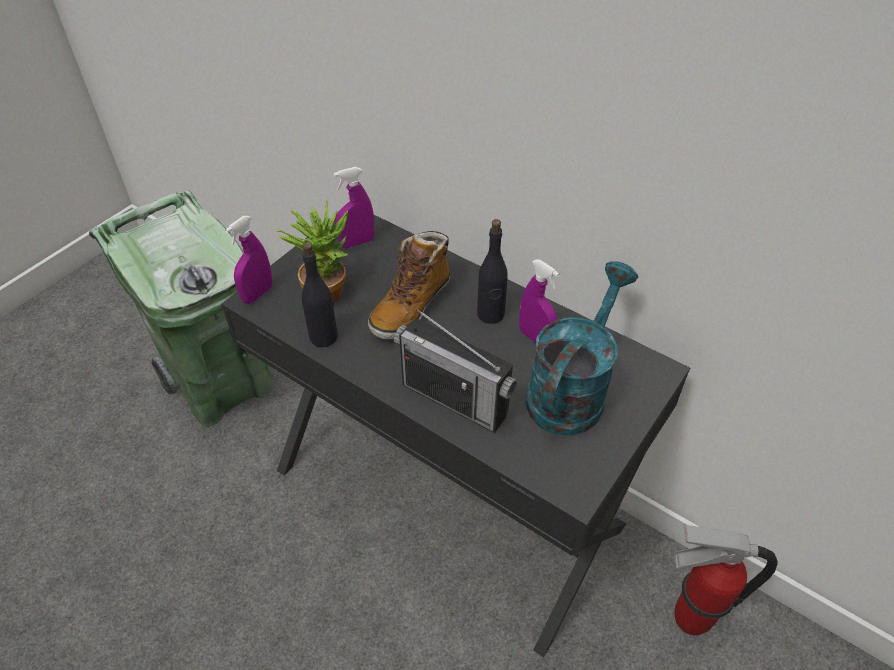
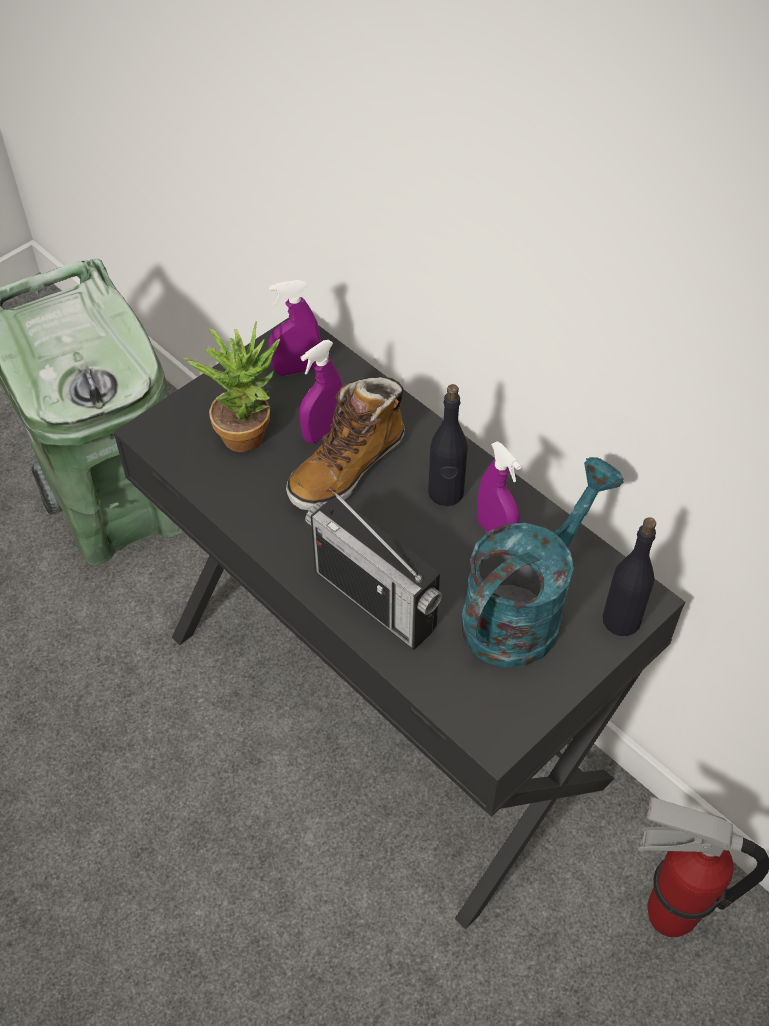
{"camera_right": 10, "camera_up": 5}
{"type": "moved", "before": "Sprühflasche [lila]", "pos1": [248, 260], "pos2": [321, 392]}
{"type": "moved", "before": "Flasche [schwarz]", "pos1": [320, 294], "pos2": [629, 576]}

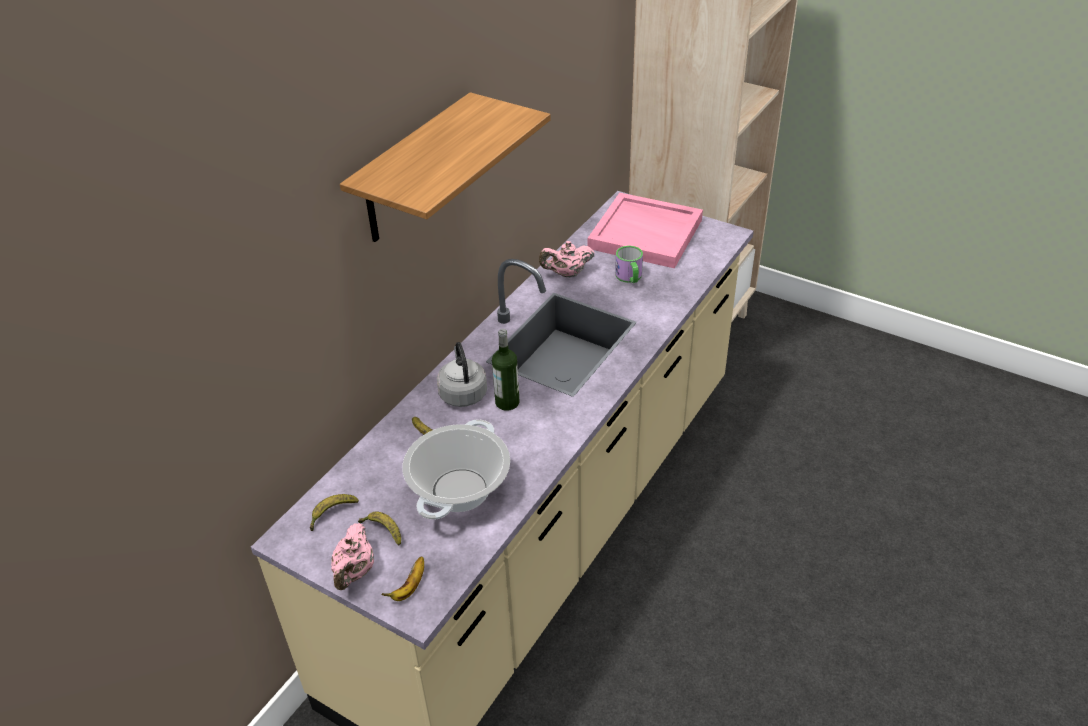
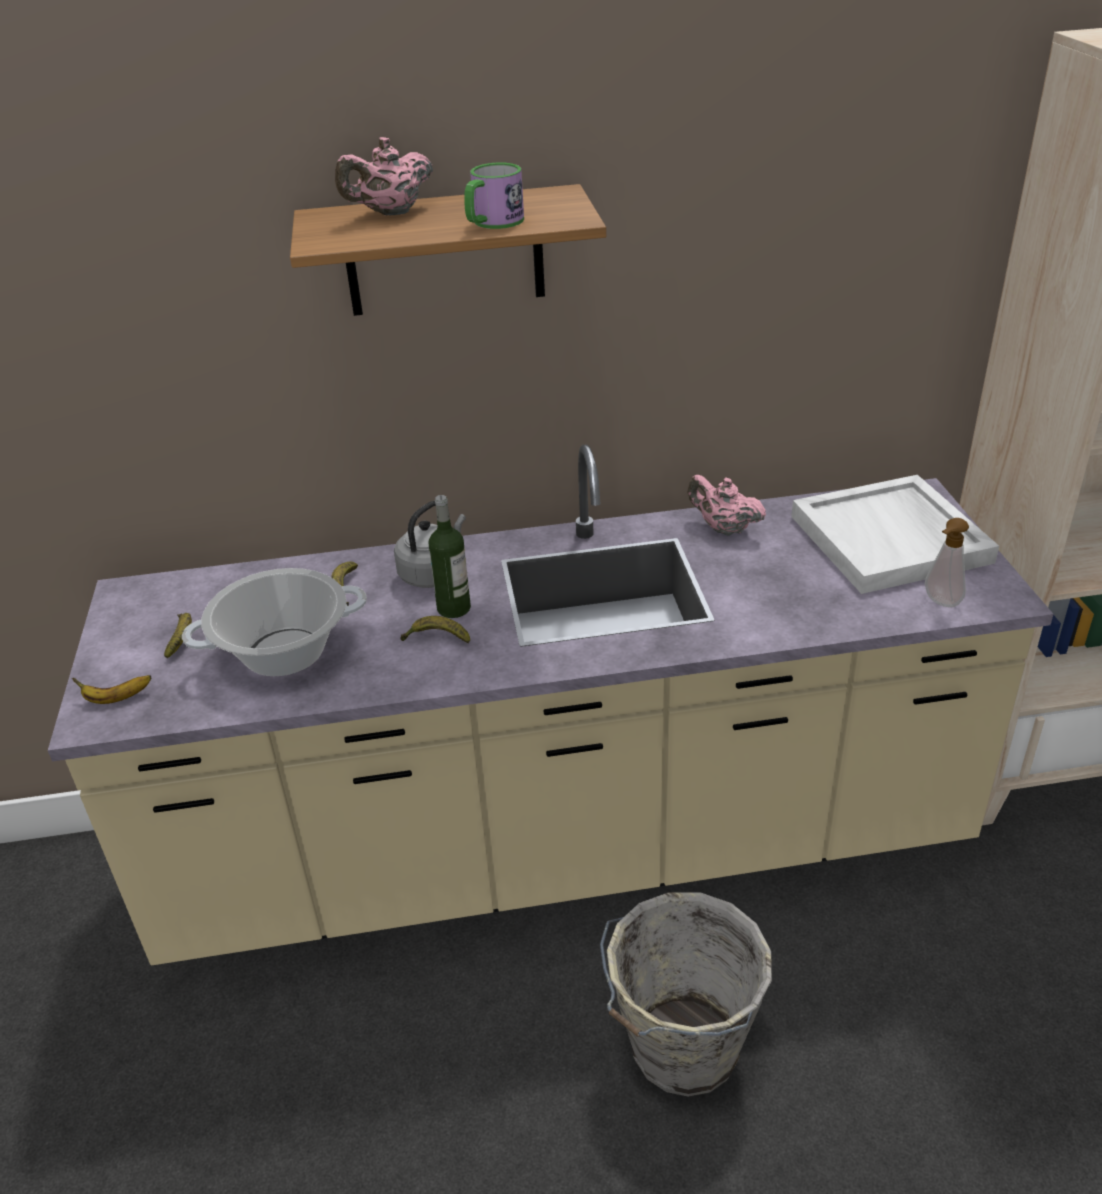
{"camera_right": 50, "camera_up": -5}
{"type": "moved", "before": "Teekanne [rosa]", "pos1": [352, 556], "pos2": [384, 176]}
{"type": "moved", "before": "Banane", "pos1": [334, 512], "pos2": [435, 630]}
{"type": "moved", "before": "Henkelbecher", "pos1": [629, 264], "pos2": [494, 195]}
{"type": "added", "after": "Eimer [grau]", "pos2": [686, 994]}
{"type": "recoloured", "before": "Tablett [rosa]", "after": "Tablett [weiß]", "pos1": [645, 230], "pos2": [895, 534]}
{"type": "added", "after": "Seifenspender", "pos2": [947, 562]}

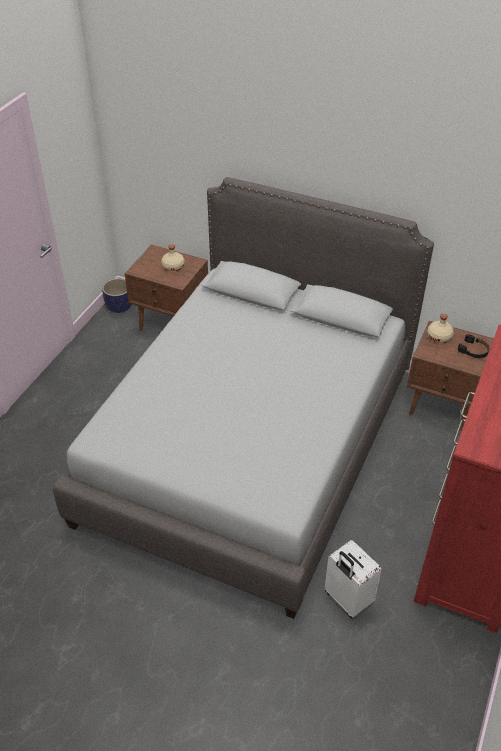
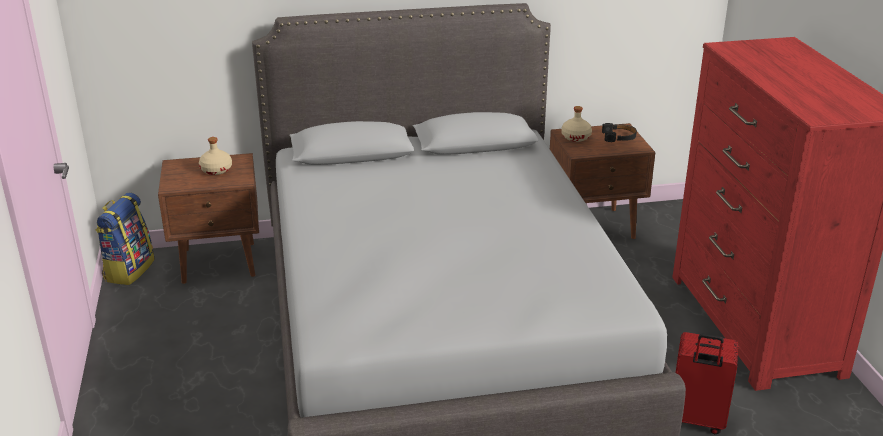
{"camera_right": -35, "camera_up": -15}
{"type": "replaced", "before": "Pflanzkübel", "after": "Rucksack", "pos1": [117, 295], "pos2": [125, 239]}
{"type": "recoloured", "before": "Koffer [weiß]", "after": "Koffer [rot]", "pos1": [353, 579], "pos2": [706, 383]}

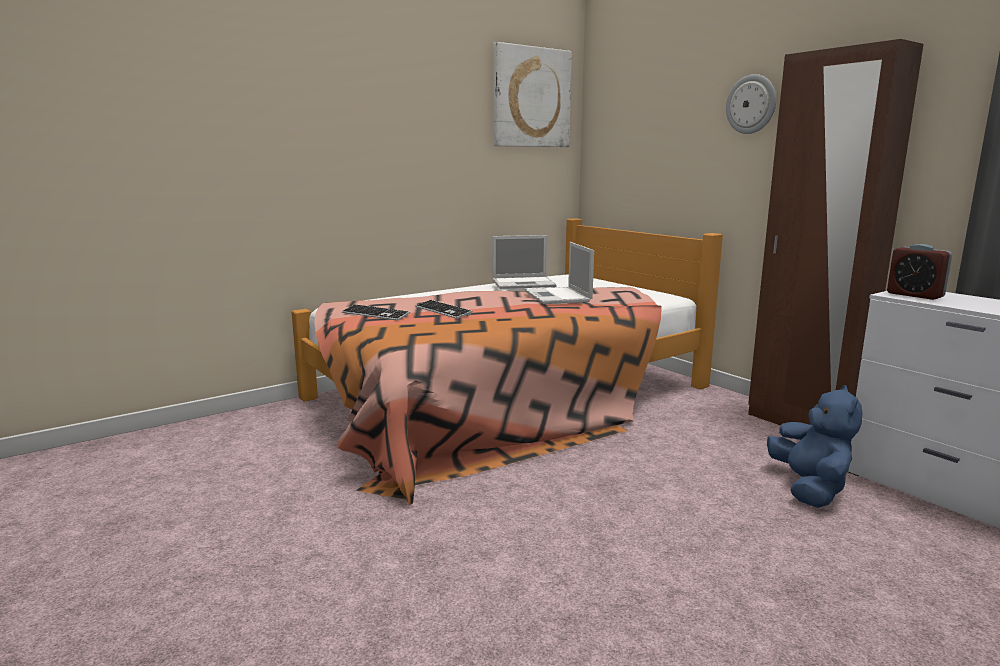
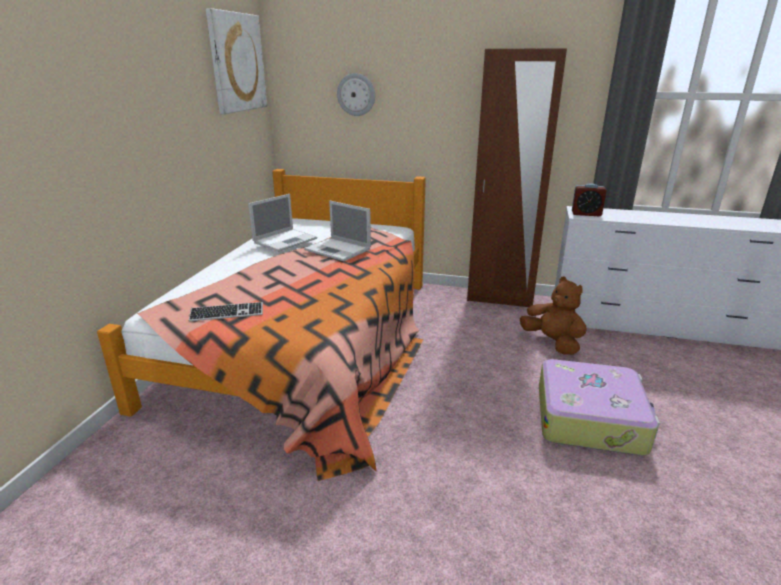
{"camera_right": -40, "camera_up": 10}
{"type": "moved", "before": "Wanduhr", "pos1": [751, 104], "pos2": [356, 94]}
{"type": "recoloured", "before": "Plüschtier [blau]", "after": "Plüschtier [braun]", "pos1": [814, 446], "pos2": [553, 316]}
{"type": "added", "after": "Koffer", "pos2": [599, 407]}
{"type": "removed", "before": "Tastatur", "pos1": [444, 309]}

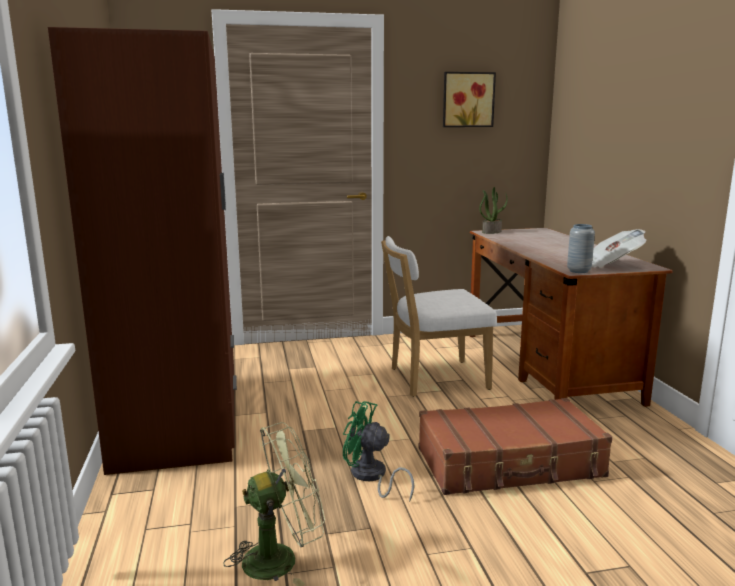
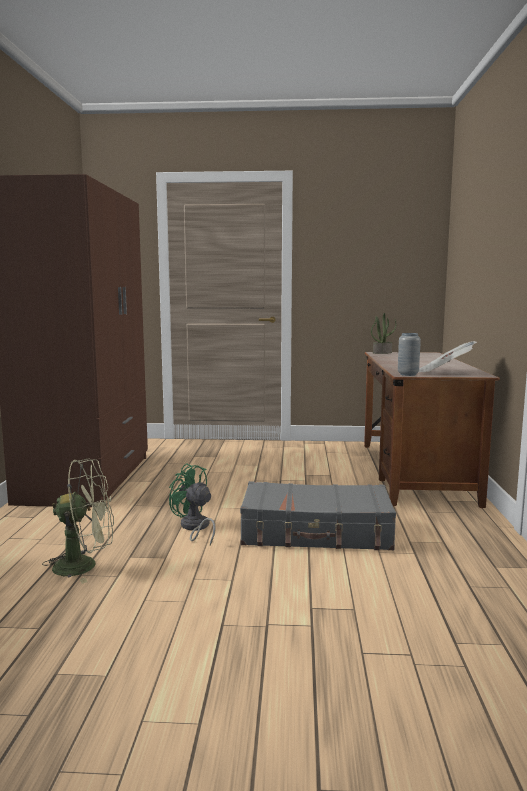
{"camera_right": 15, "camera_up": -5}
{"type": "recoloured", "before": "Koffer [braun]", "after": "Koffer [grau]", "pos1": [515, 446], "pos2": [318, 515]}
{"type": "removed", "before": "Stuhl [weiß]", "pos1": [439, 316]}
{"type": "removed", "before": "Bild", "pos1": [469, 99]}

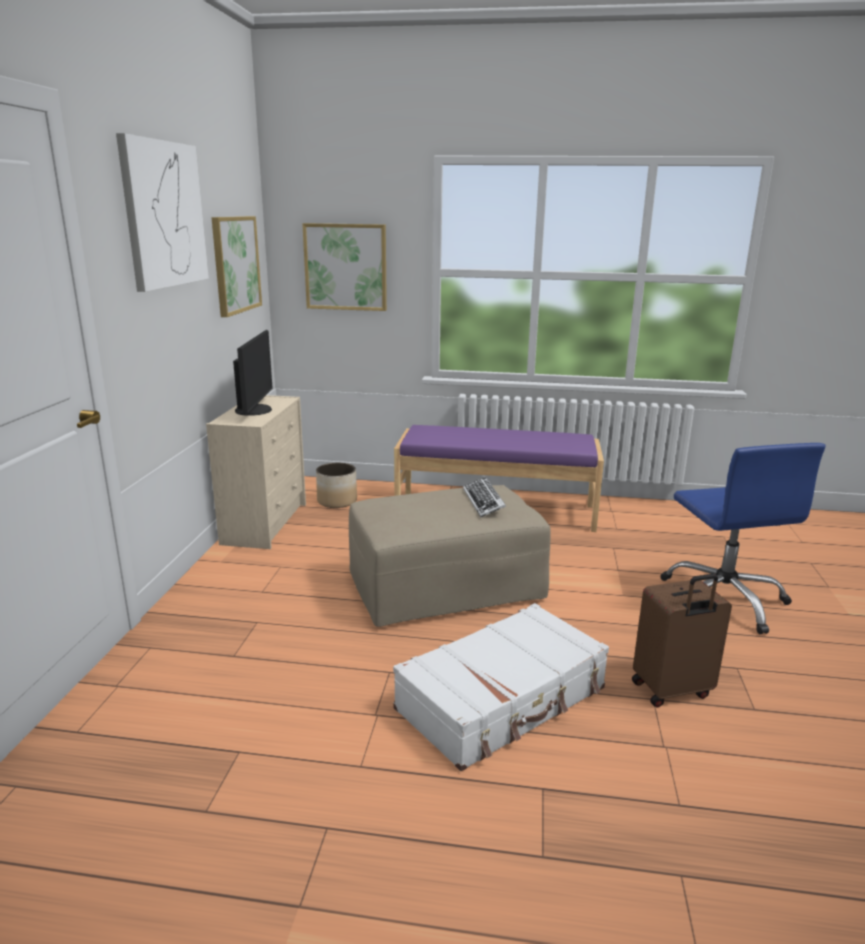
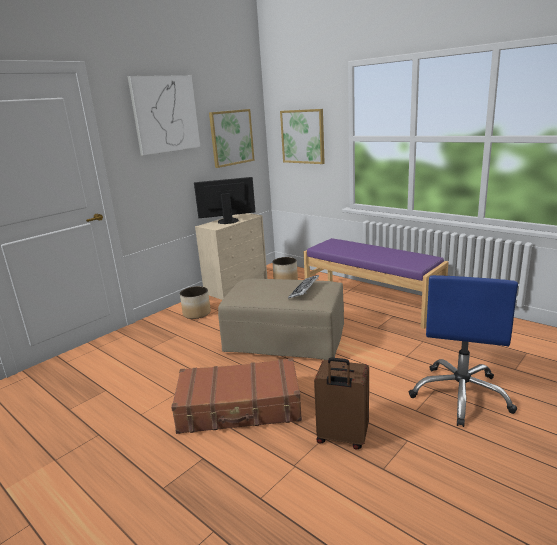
{"camera_right": 35, "camera_up": 0}
{"type": "recoloured", "before": "Koffer [weiß]", "after": "Koffer [braun]", "pos1": [501, 687], "pos2": [236, 396]}
{"type": "added", "after": "Pflanzkübel", "pos2": [195, 302]}
{"type": "turned", "before": "Monitor", "pos1": [253, 373], "pos2": [224, 200], "turn": -135}

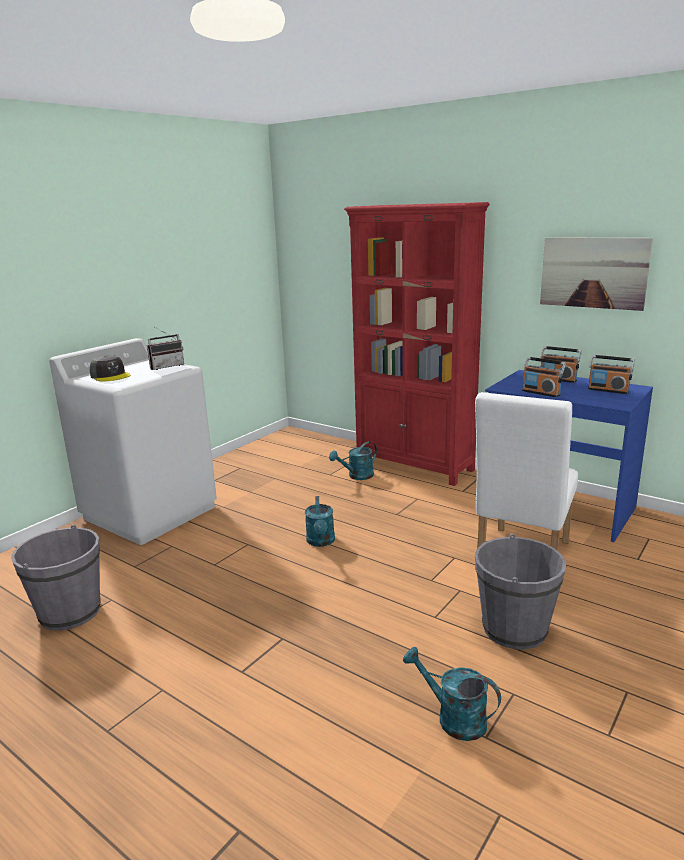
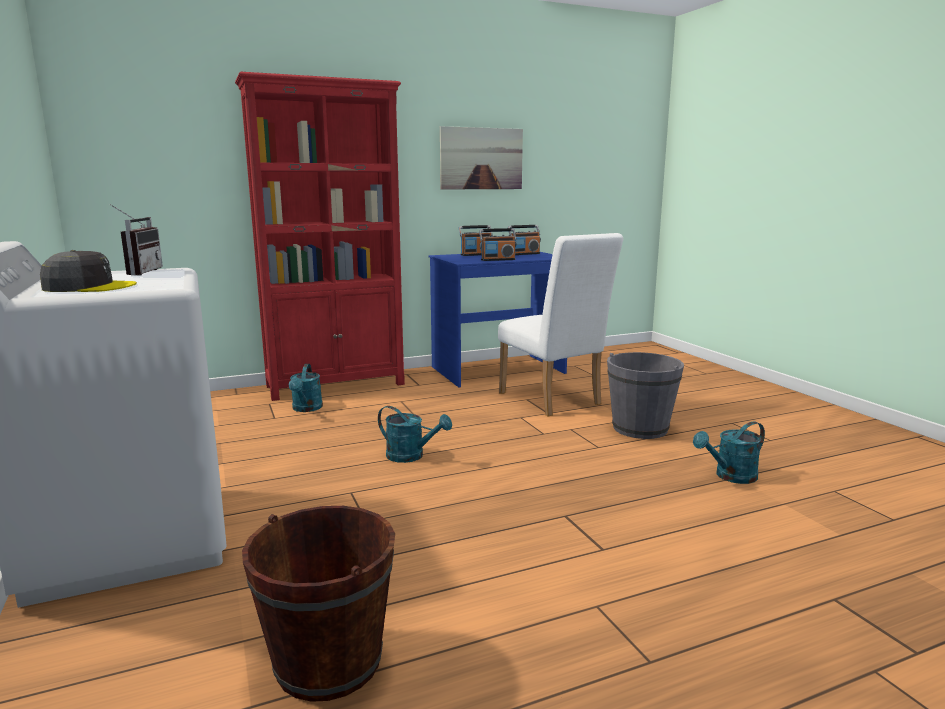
{"camera_right": -60, "camera_up": -5}
{"type": "recoloured", "before": "Eimer [grau]", "after": "Eimer [braun]", "pos1": [56, 577], "pos2": [318, 604]}

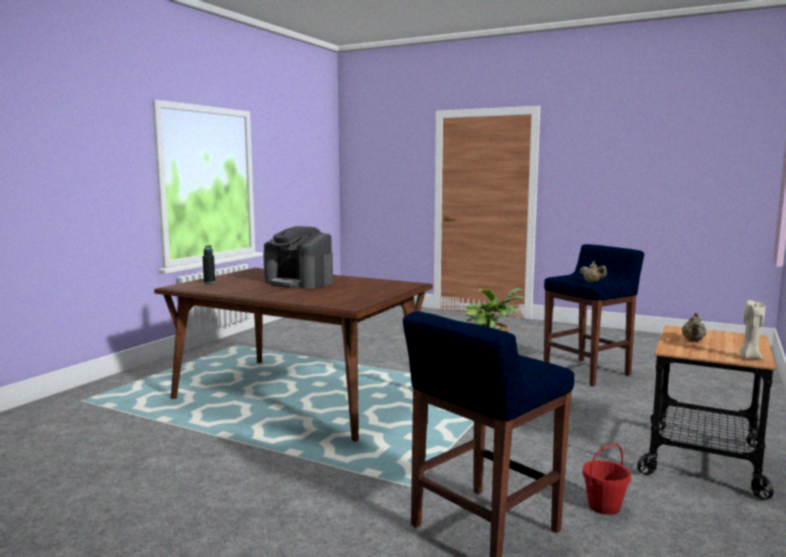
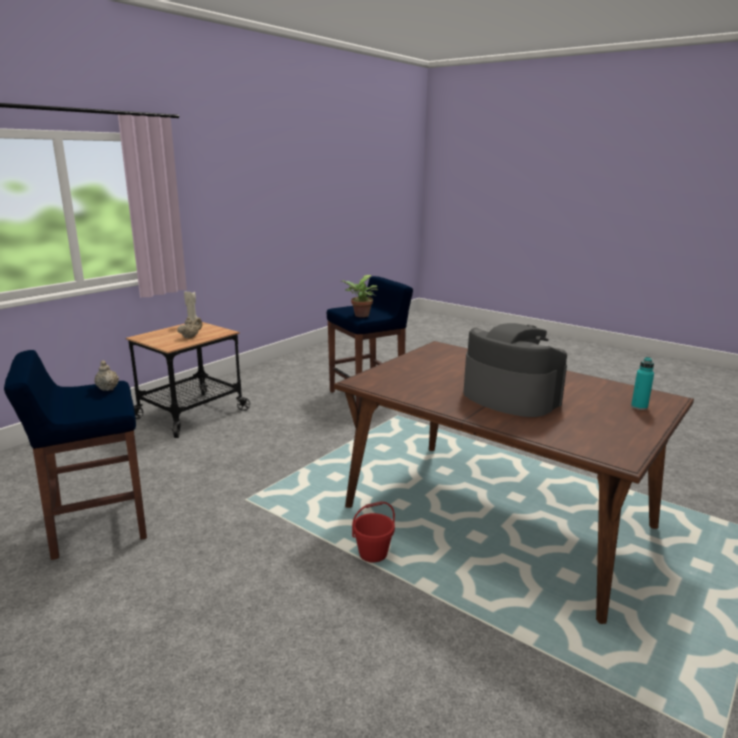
{"camera_right": -170, "camera_up": 10}
{"type": "moved", "before": "Eimer [rot]", "pos1": [606, 479], "pos2": [373, 531]}
{"type": "recoloured", "before": "Flasche [schwarz]", "after": "Flasche [türkis]", "pos1": [209, 264], "pos2": [642, 383]}

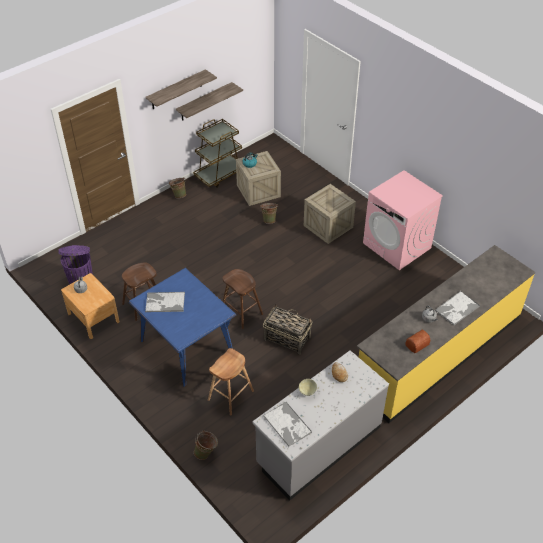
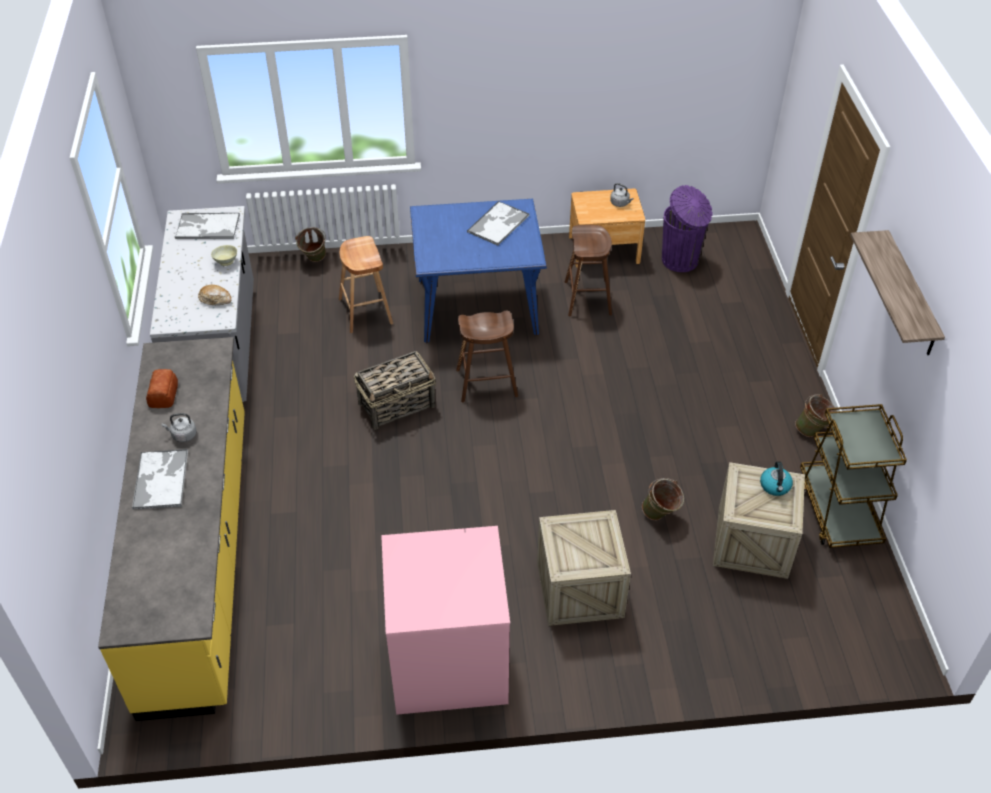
{"camera_right": 125, "camera_up": 0}
{"type": "removed", "before": "Wandregal", "pos1": [209, 101]}

